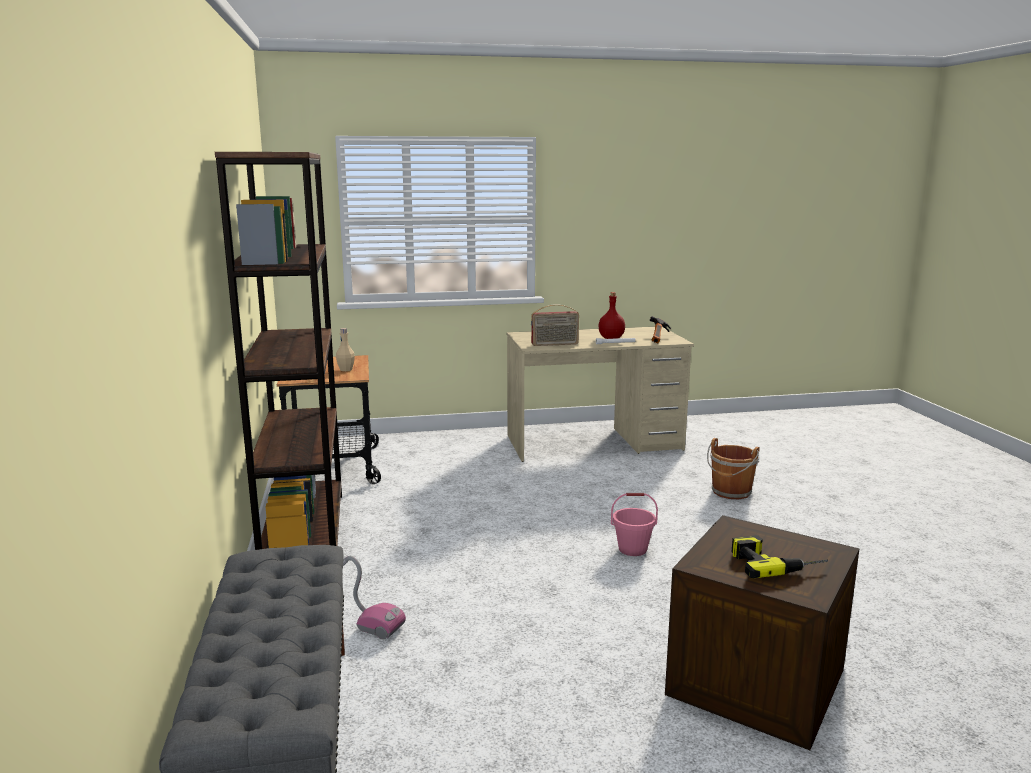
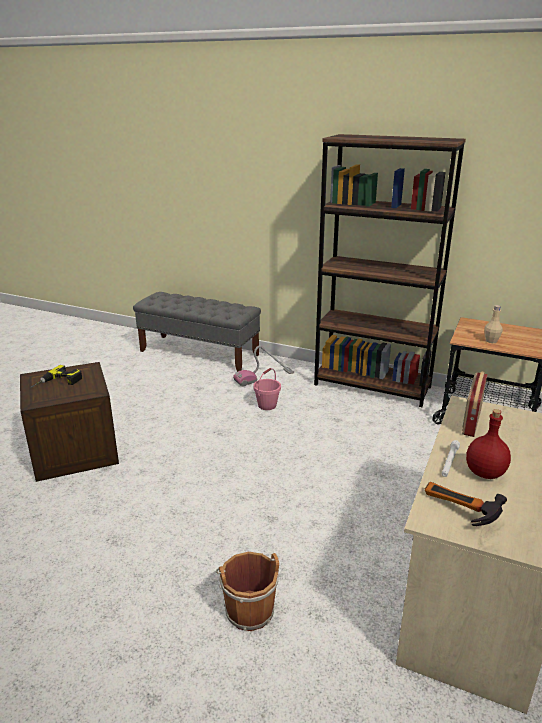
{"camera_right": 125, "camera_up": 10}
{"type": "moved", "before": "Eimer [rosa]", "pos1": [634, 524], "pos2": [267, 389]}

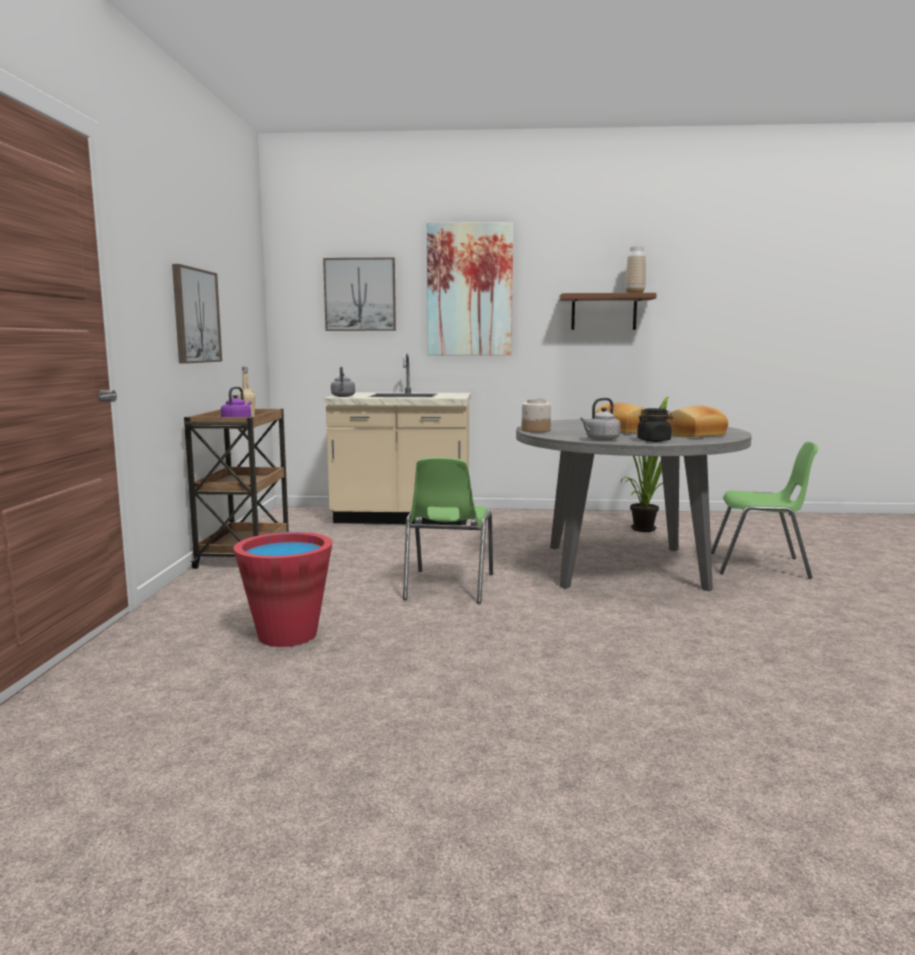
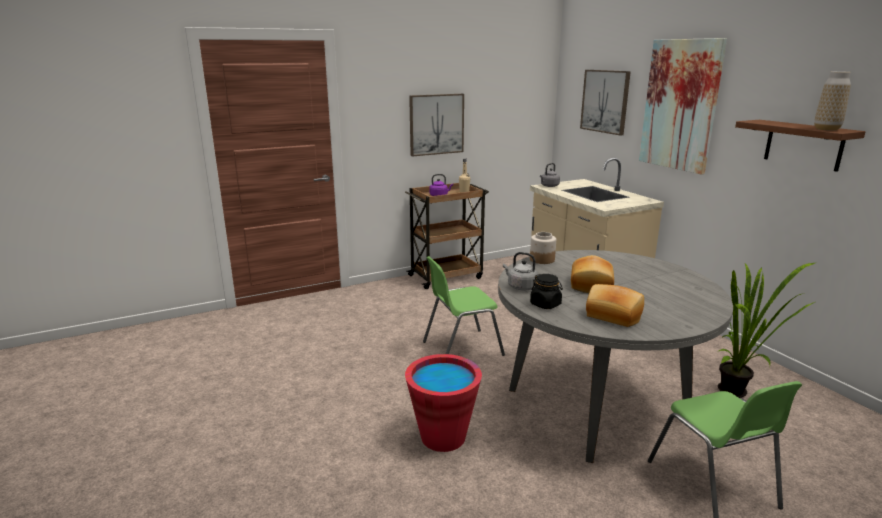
{"camera_right": 60, "camera_up": 10}
{"type": "moved", "before": "Eimer [rot]", "pos1": [283, 589], "pos2": [443, 403]}

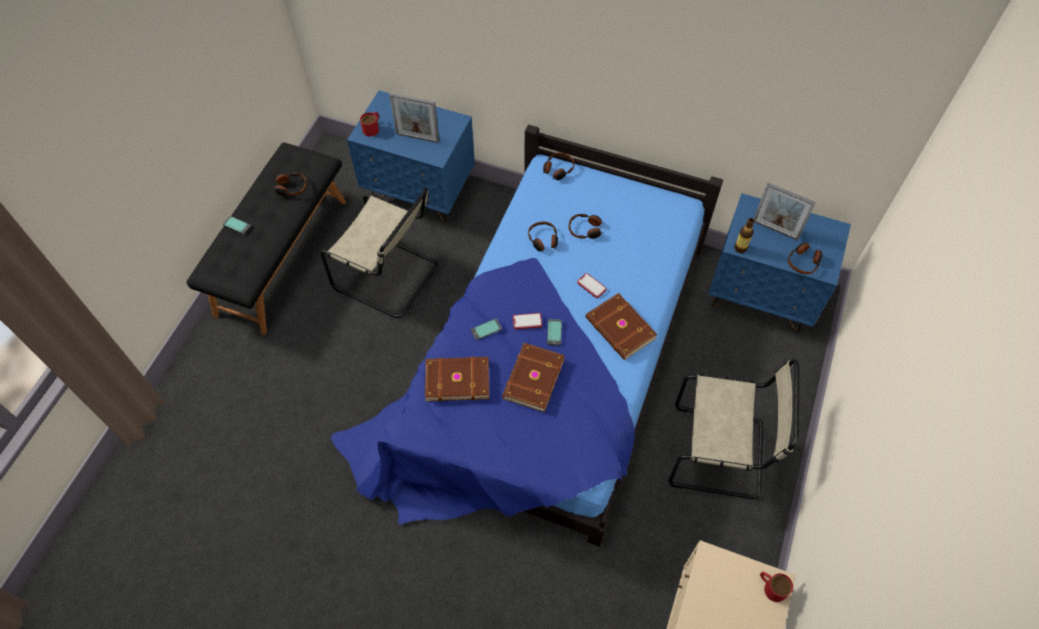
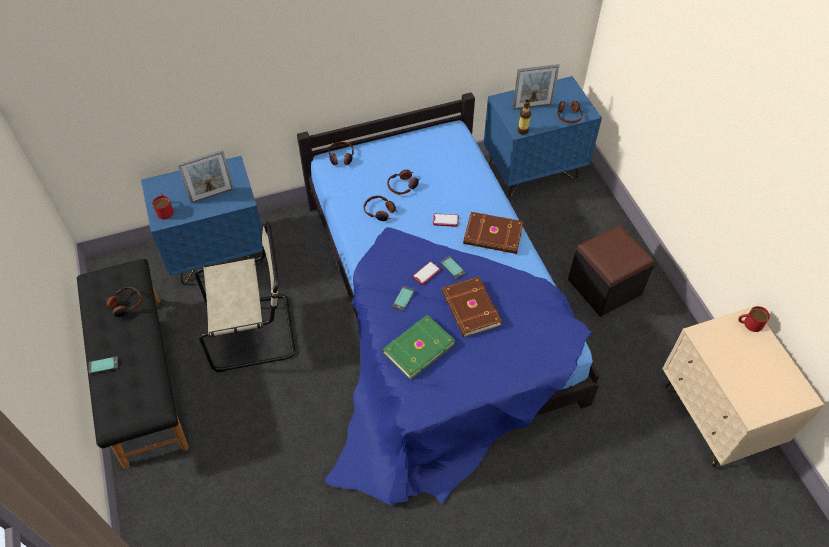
{"camera_right": -40, "camera_up": -5}
{"type": "recoloured", "before": "Buch [braun]", "after": "Buch [grün]", "pos1": [457, 379], "pos2": [418, 347]}
{"type": "replaced", "before": "Stuhl [beige]", "after": "Polsterhocker [schwarz]", "pos1": [733, 429], "pos2": [611, 271]}

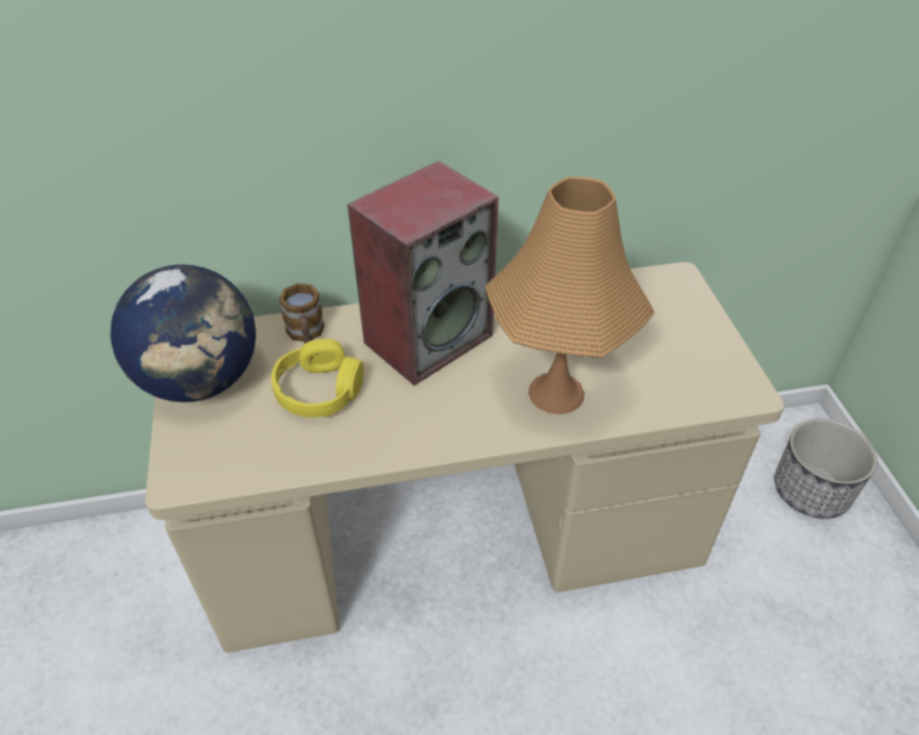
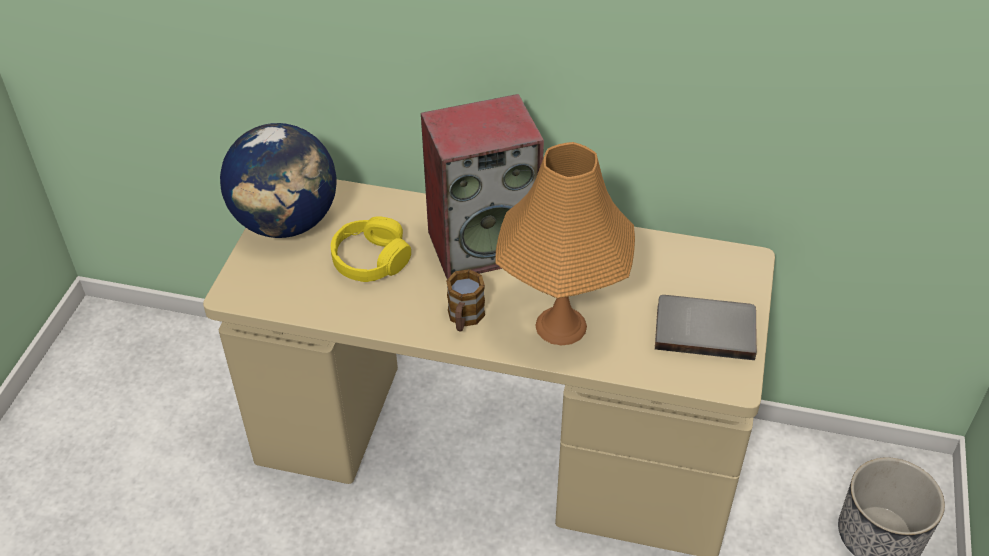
{"camera_right": 25, "camera_up": 0}
{"type": "moved", "before": "Henkelbecher", "pos1": [302, 313], "pos2": [465, 300]}
{"type": "added", "after": "Buch [grau]", "pos2": [706, 327]}

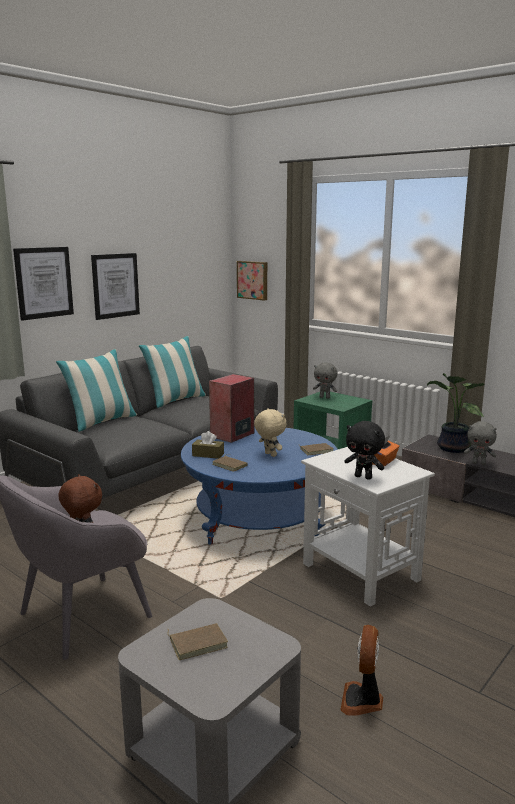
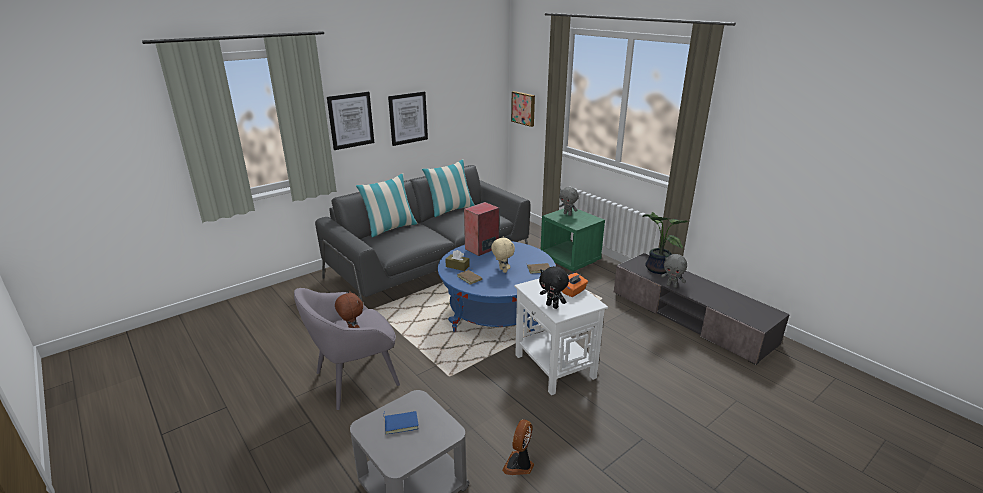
{"camera_right": 10, "camera_up": 10}
{"type": "recoloured", "before": "Buch [braun]", "after": "Buch [blau]", "pos1": [198, 641], "pos2": [401, 422]}

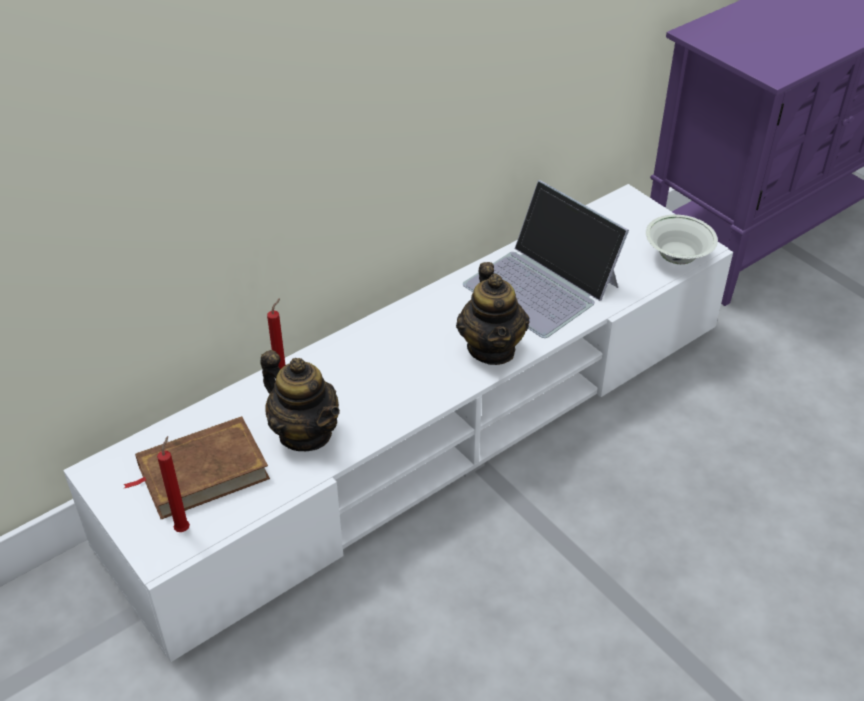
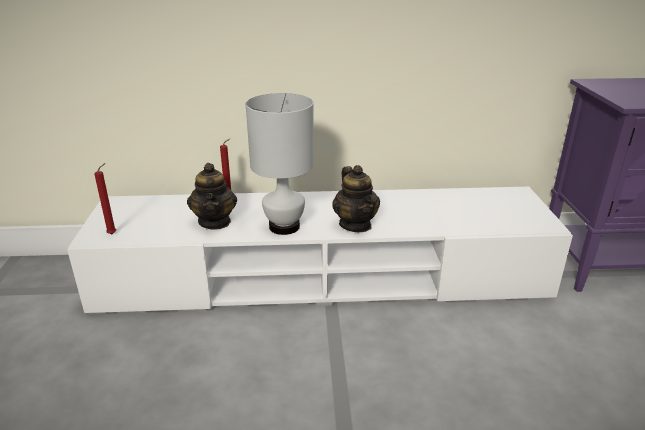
{"camera_right": 35, "camera_up": -15}
{"type": "added", "after": "Tischlampe [weiß]", "pos2": [280, 164]}
{"type": "turned", "before": "Teekanne", "pos1": [493, 313], "pos2": [356, 198], "turn": -45}
{"type": "removed", "before": "Buch [braun]", "pos1": [196, 467]}
{"type": "removed", "before": "Laptop", "pos1": [546, 259]}
{"type": "removed", "before": "Schüssel [weiß]", "pos1": [682, 239]}

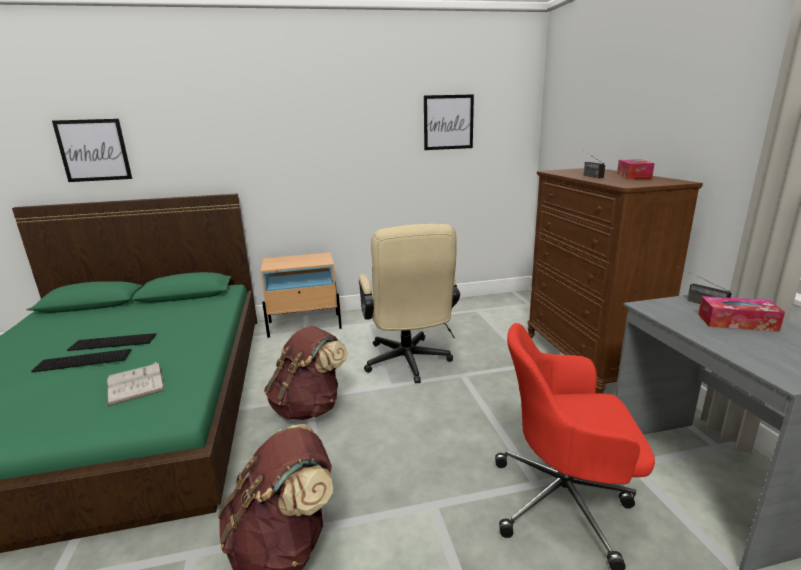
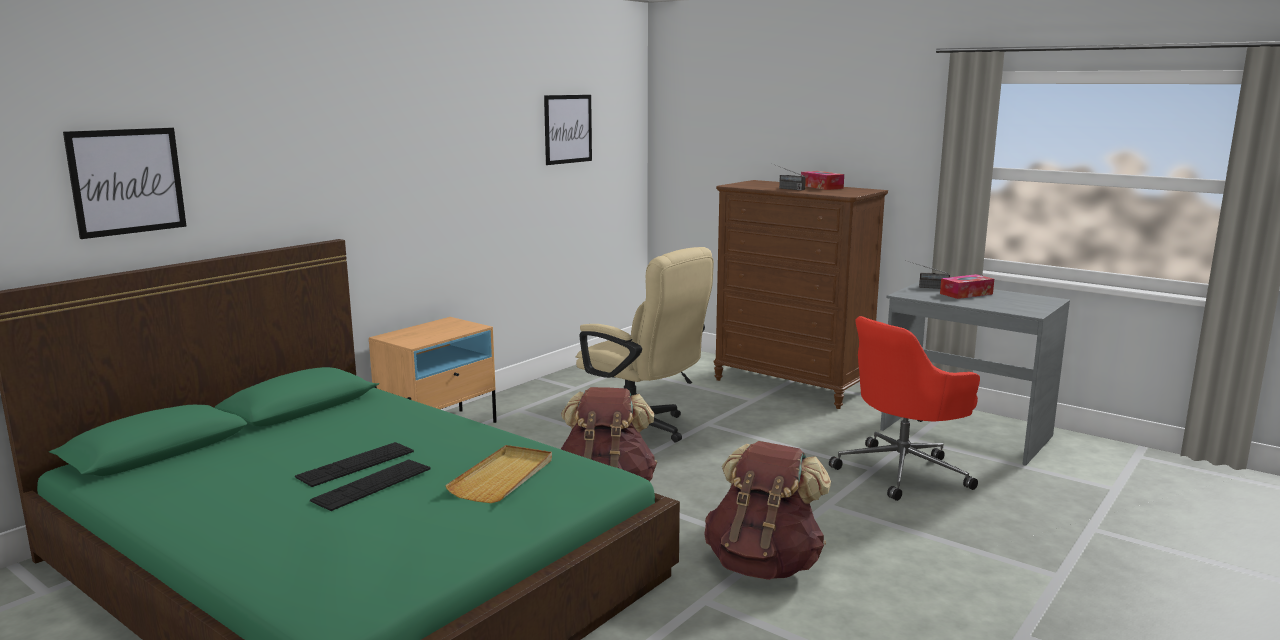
{"camera_right": -40, "camera_up": -5}
{"type": "replaced", "before": "Buch [weiß]", "after": "Tablett [beige]", "pos1": [136, 384], "pos2": [498, 474]}

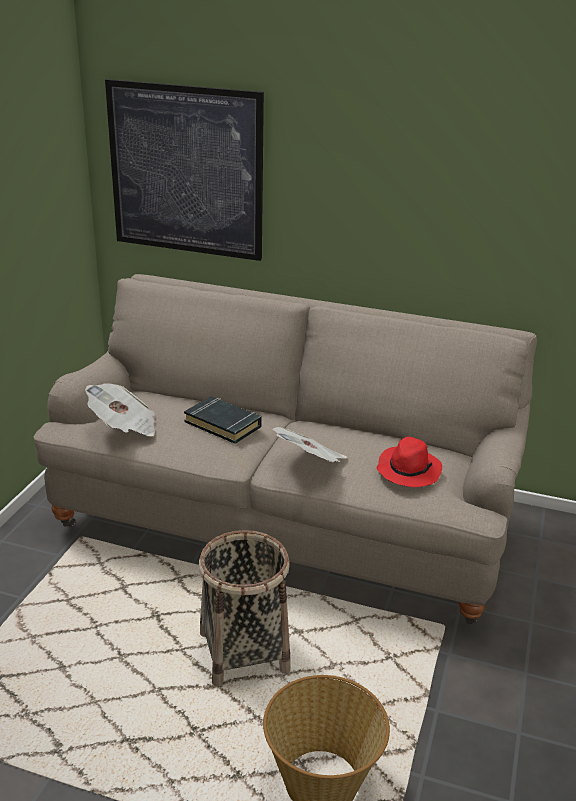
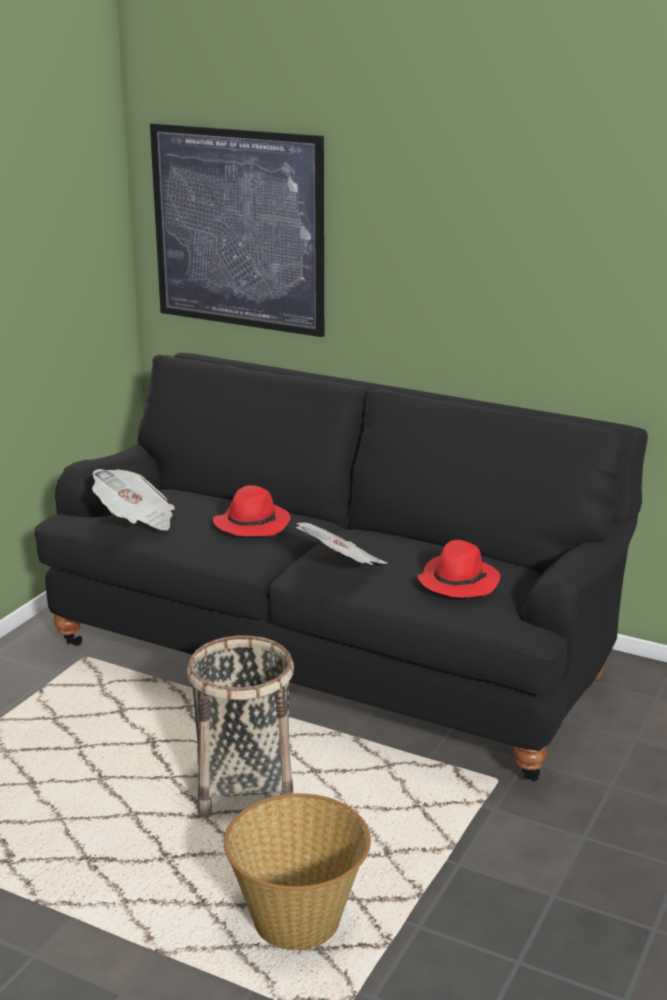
{"camera_right": 10, "camera_up": -5}
{"type": "recoloured", "before": "Sofa [beige]", "after": "Sofa [schwarz]", "pos1": [285, 449], "pos2": [341, 567]}
{"type": "replaced", "before": "Buch [schwarz]", "after": "Hut [rot]", "pos1": [223, 420], "pos2": [252, 510]}

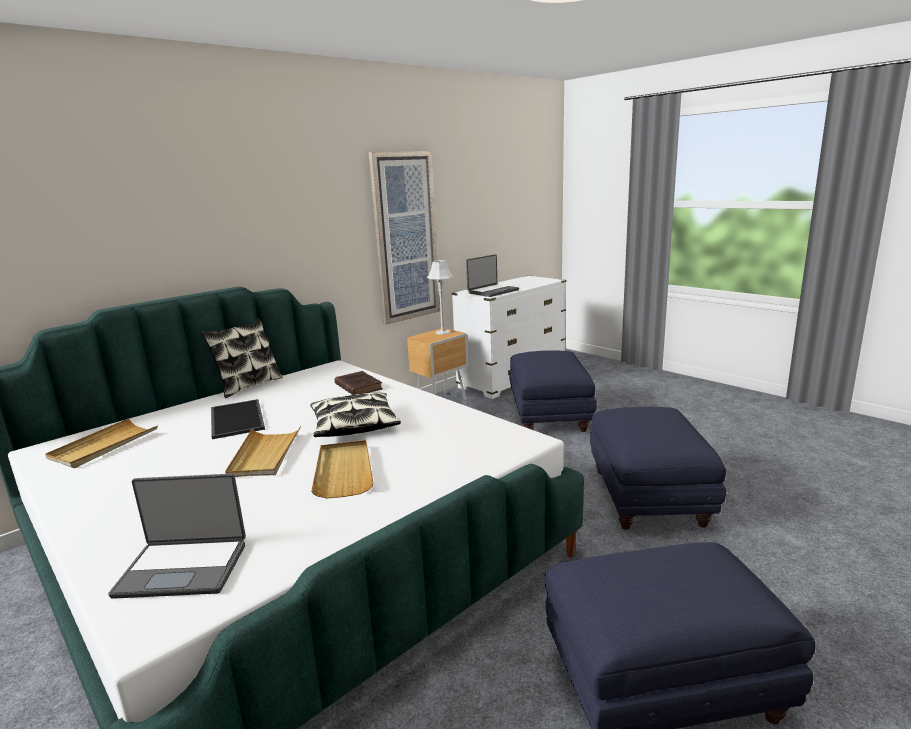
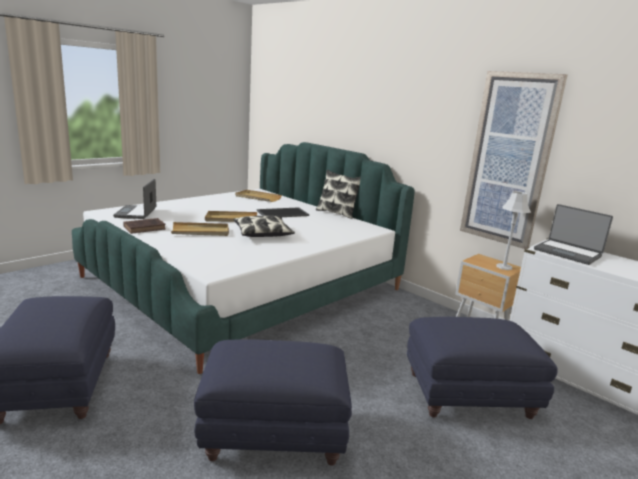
{"camera_right": 85, "camera_up": 0}
{"type": "moved", "before": "Buch [braun]", "pos1": [359, 383], "pos2": [144, 226]}

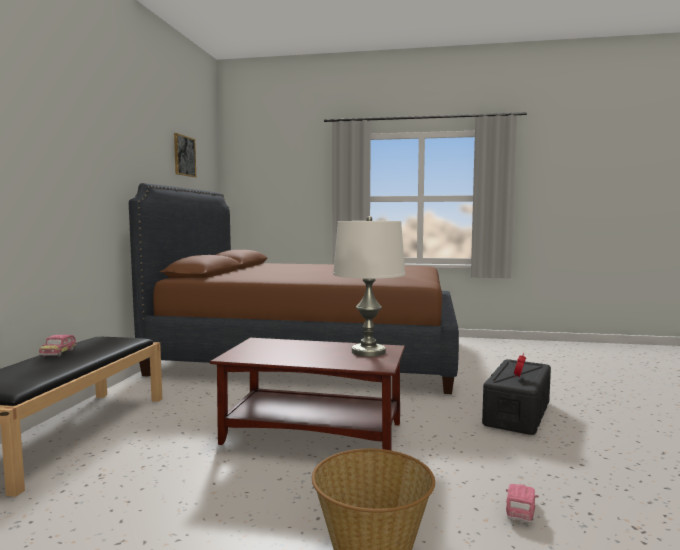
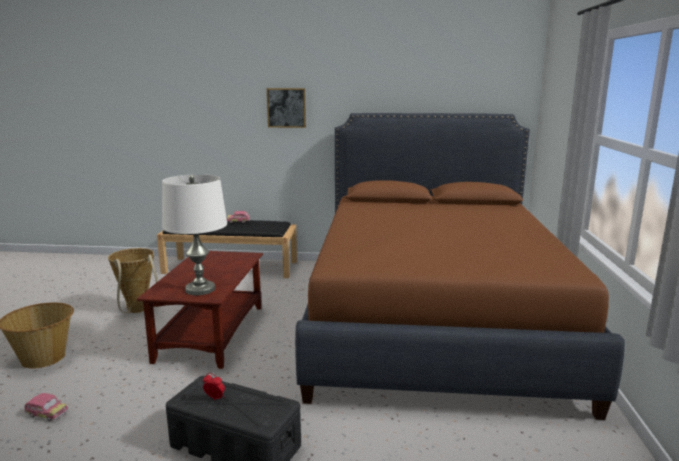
{"camera_right": 85, "camera_up": 10}
{"type": "added", "after": "Korb", "pos2": [133, 280]}
{"type": "moved", "before": "Bild", "pos1": [185, 155], "pos2": [286, 108]}

